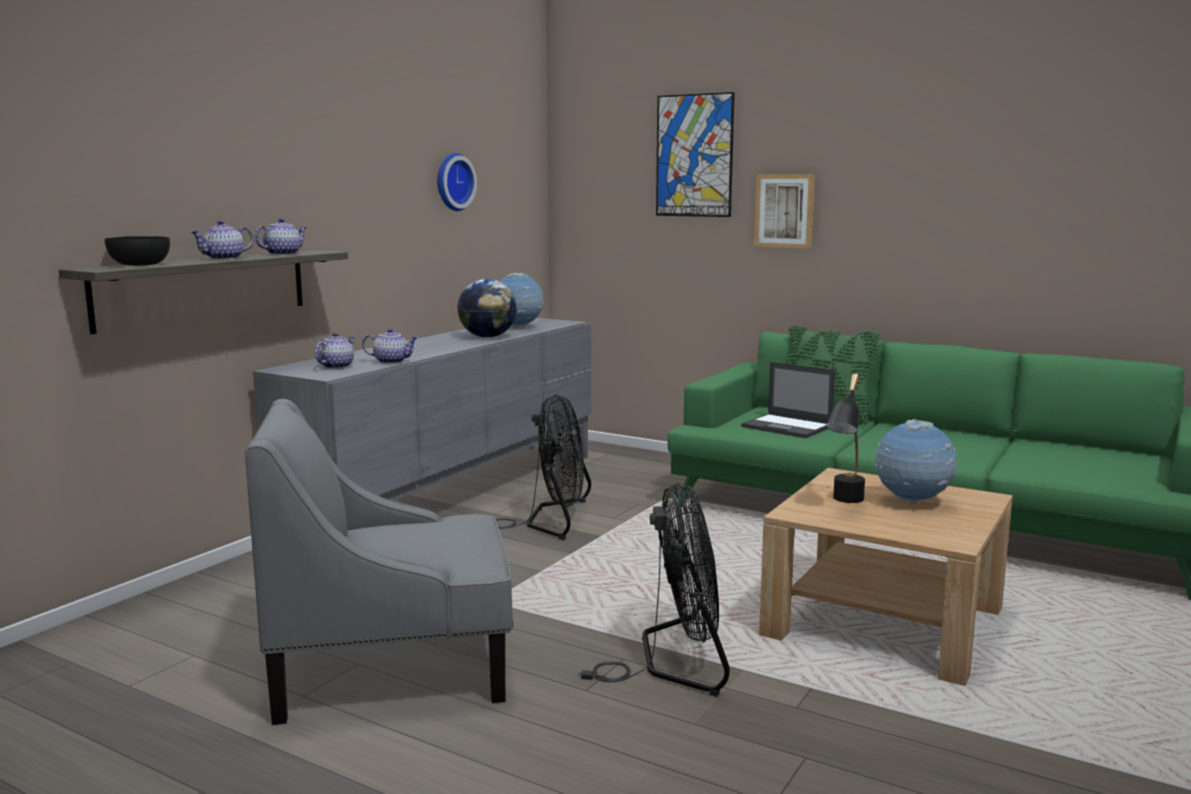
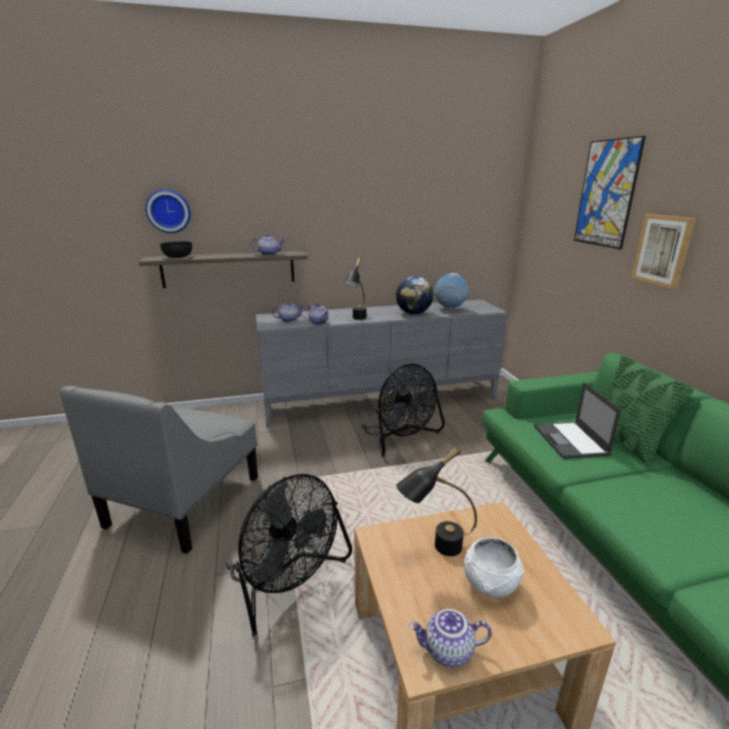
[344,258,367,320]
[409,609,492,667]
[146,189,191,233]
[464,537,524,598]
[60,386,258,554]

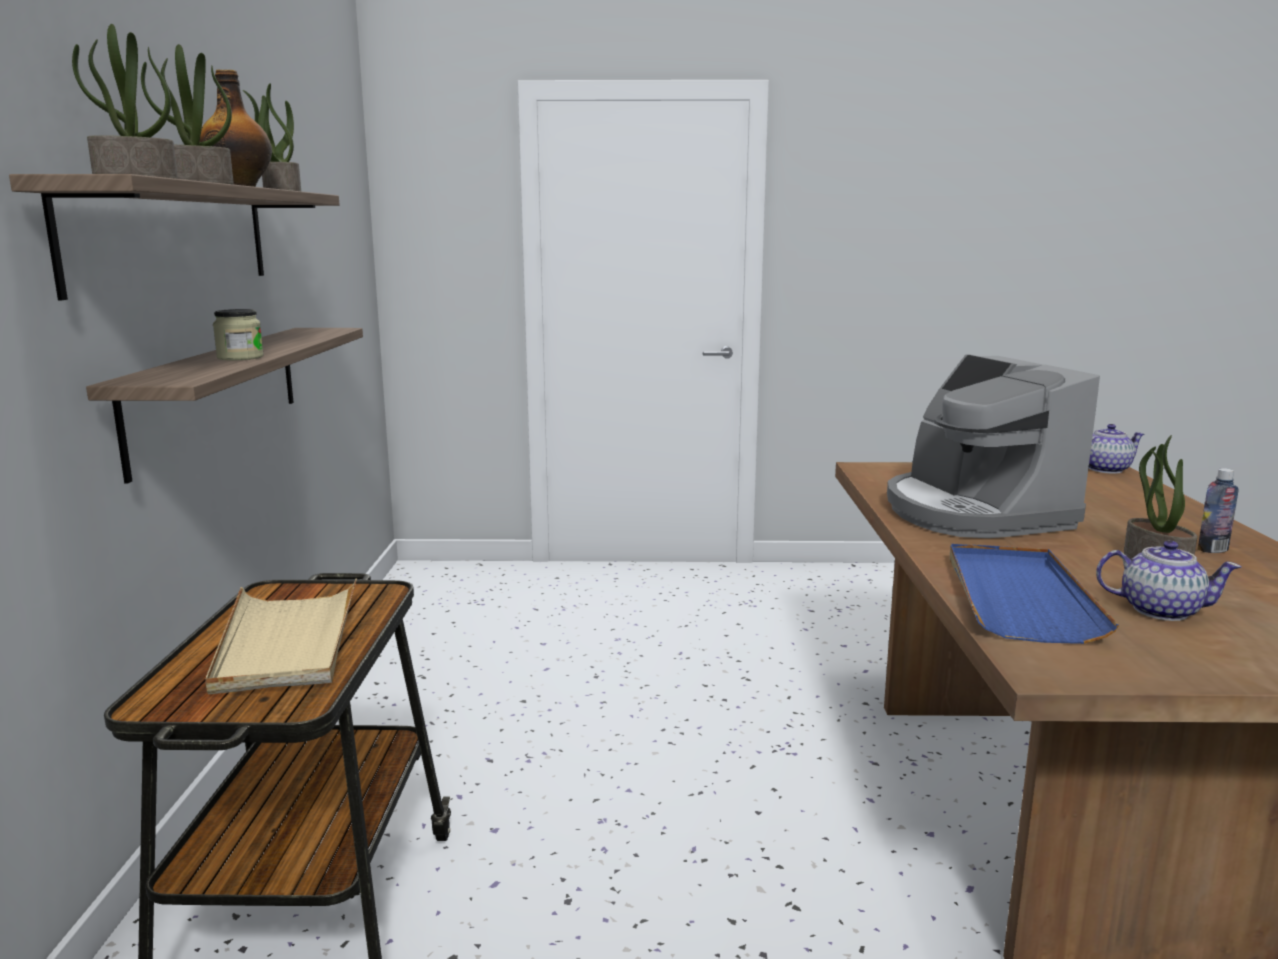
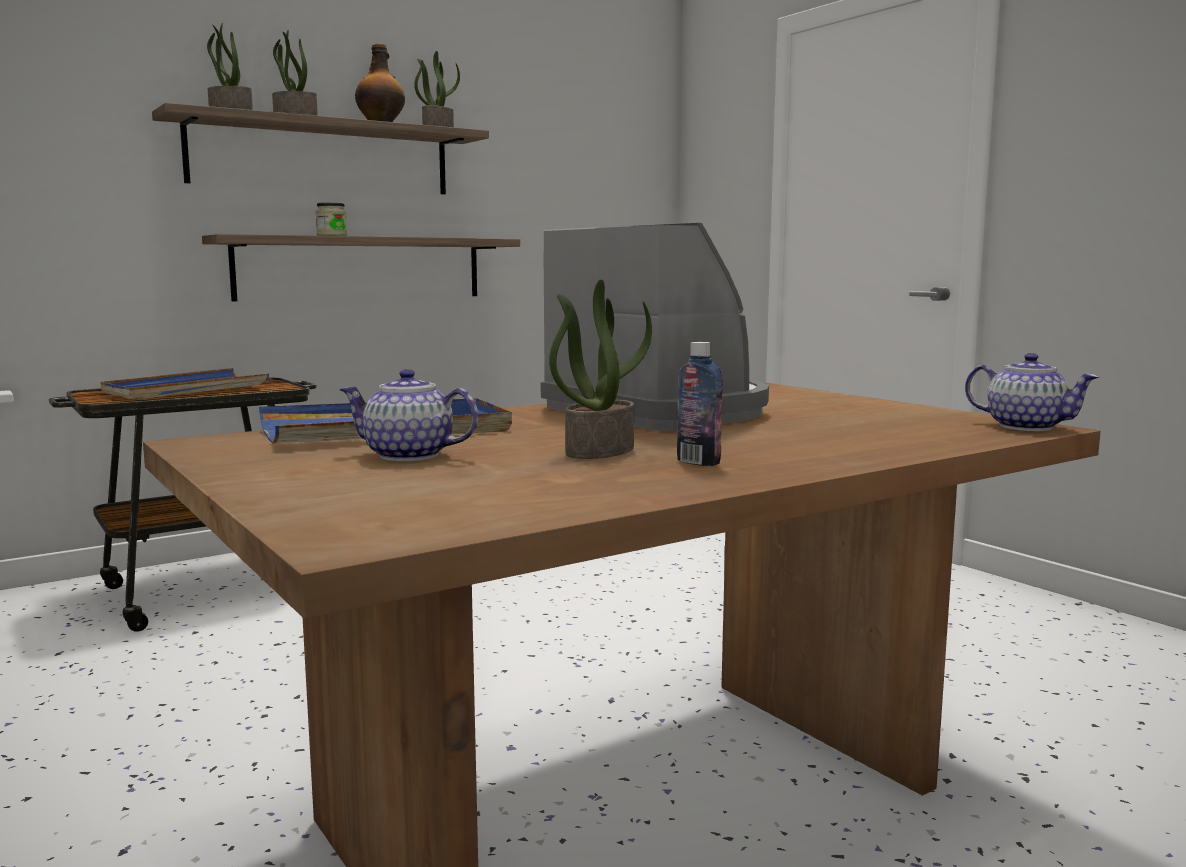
[100,368,269,400]
[541,223,769,431]
[339,369,478,461]

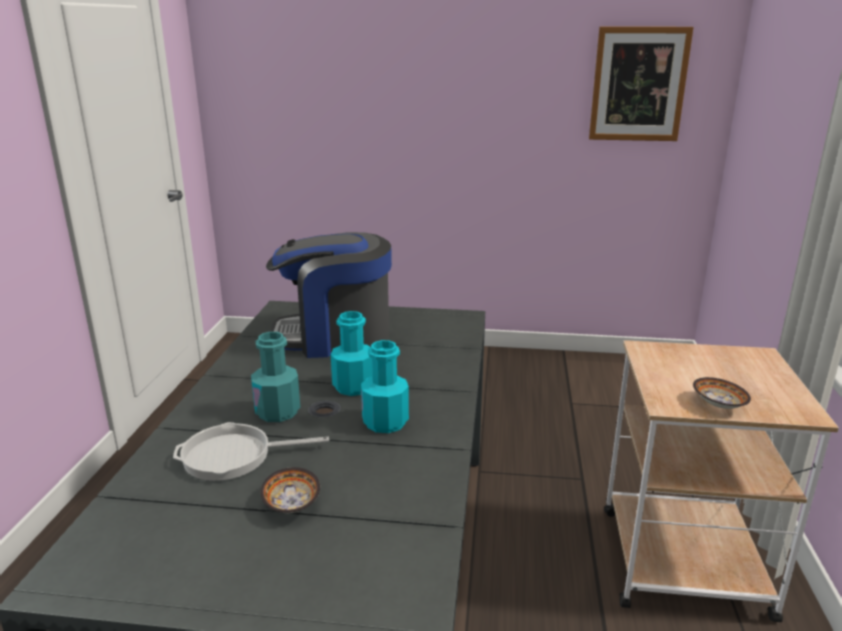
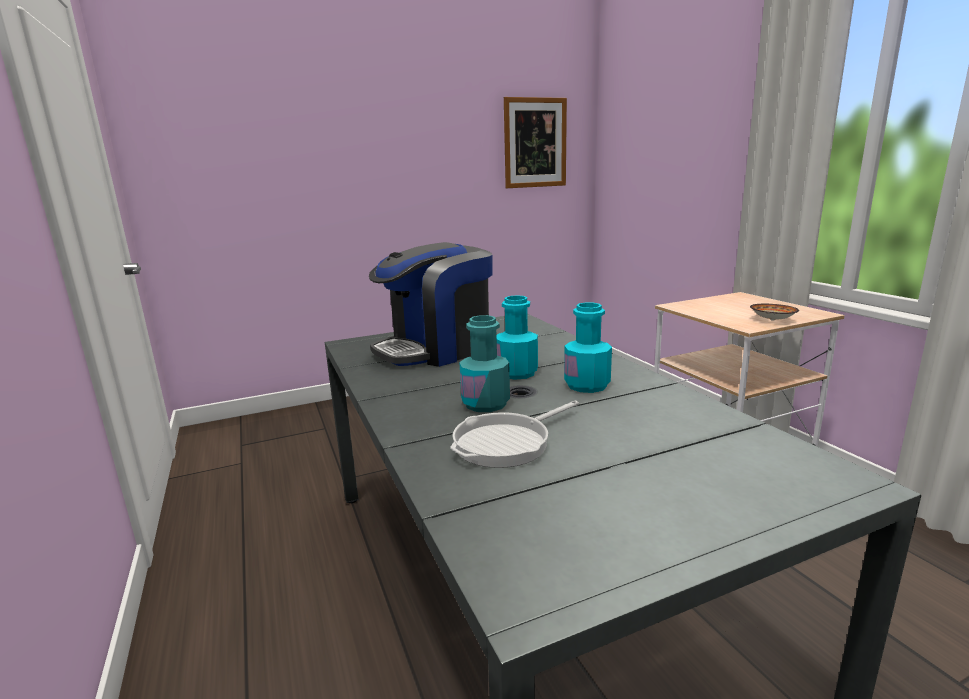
[261,467,320,513] (first image)

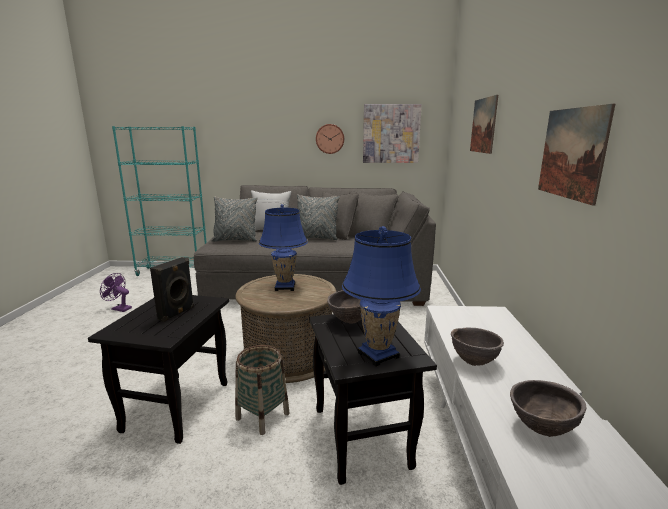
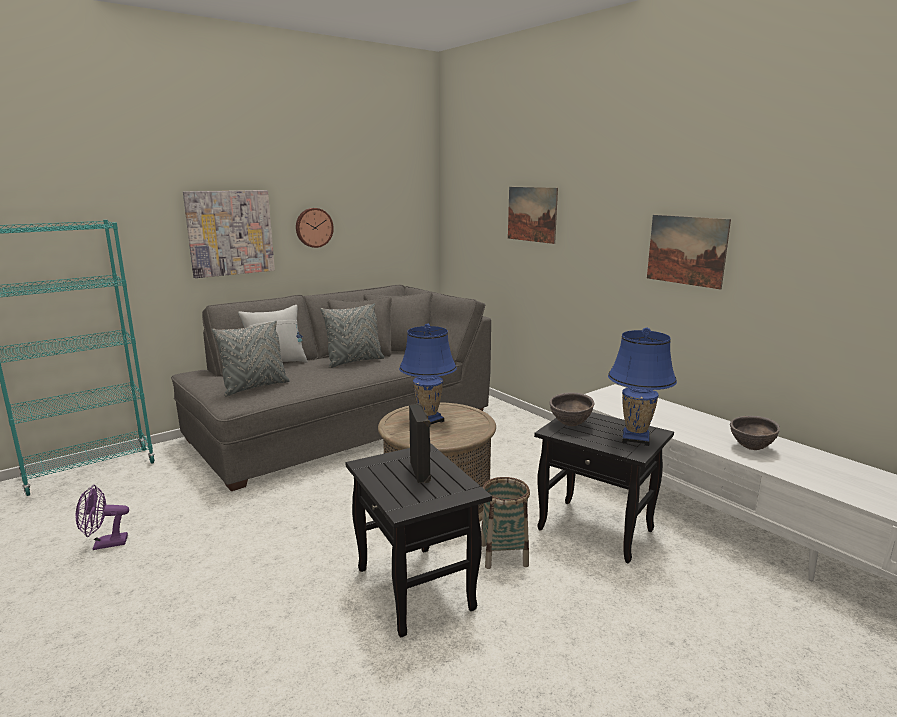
[451,328,504,366] (first image)
[183,190,275,278]

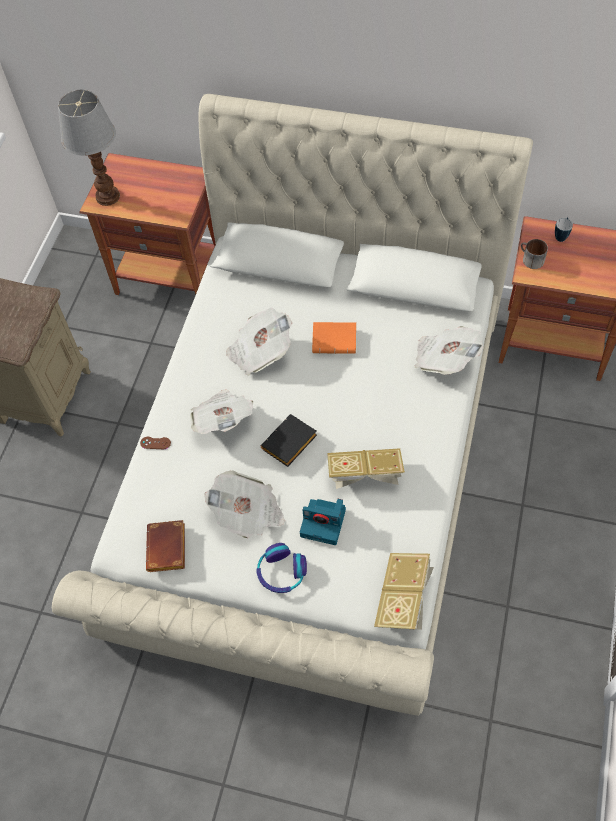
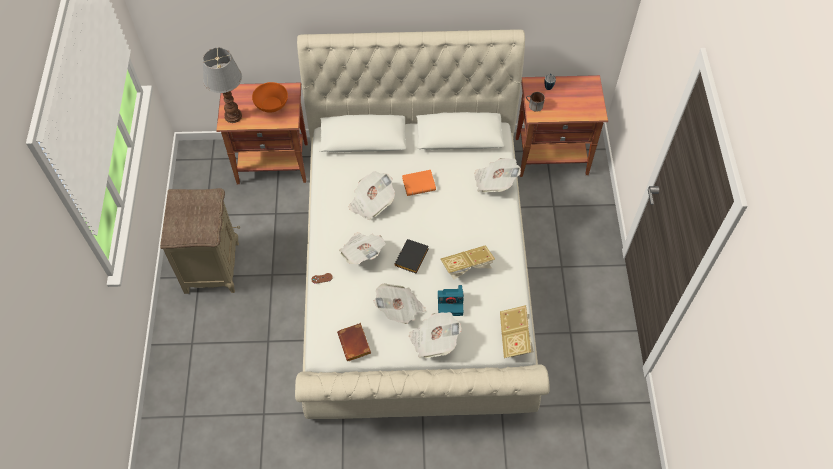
[252,82,288,113]
[409,312,462,358]

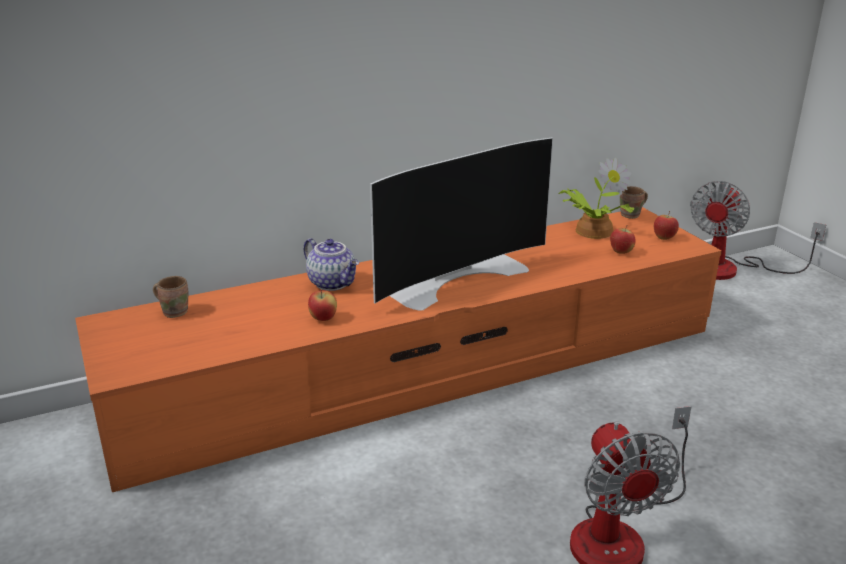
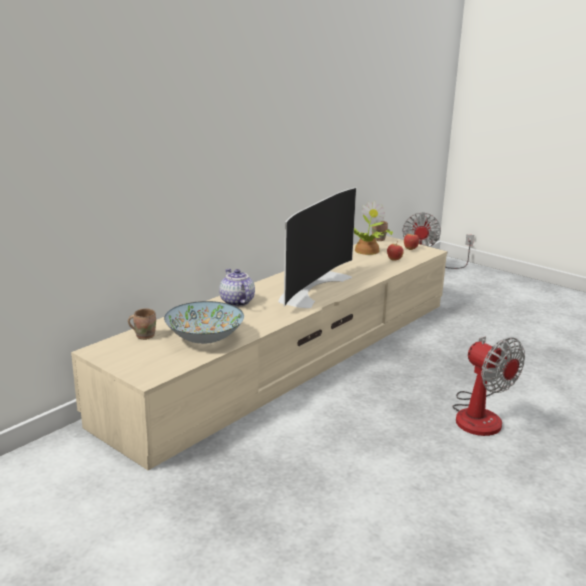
[308,290,337,321] (first image)
[164,301,244,344]
[71,236,447,470]
[219,269,255,307]

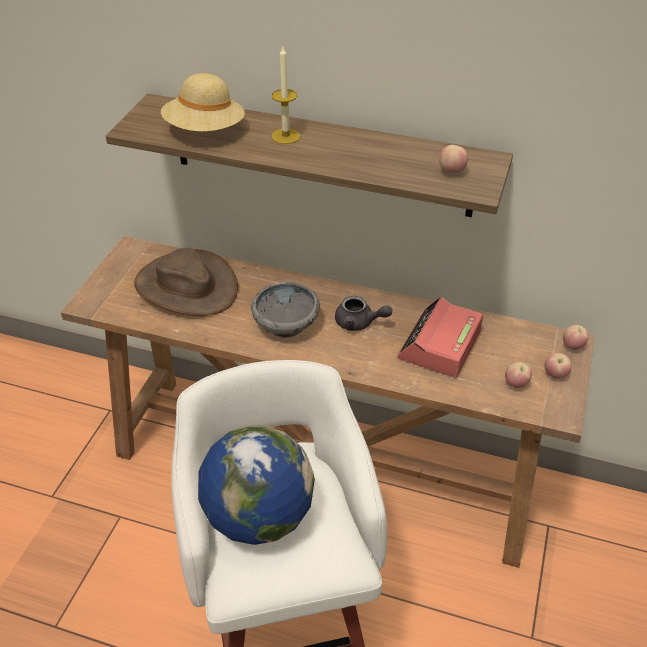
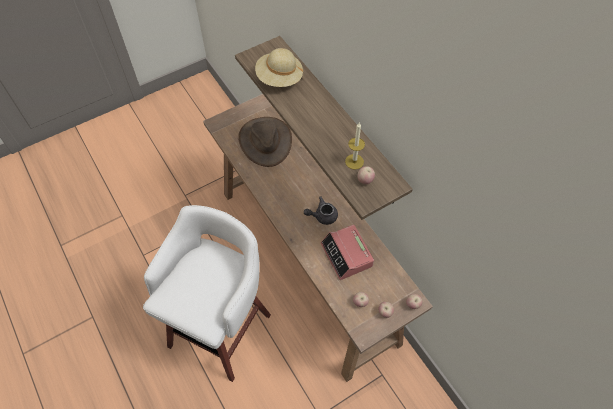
[198,426,315,545] (first image)
[251,282,320,338] (first image)
[345,123,365,170]
[304,196,338,225]
[321,225,374,280]

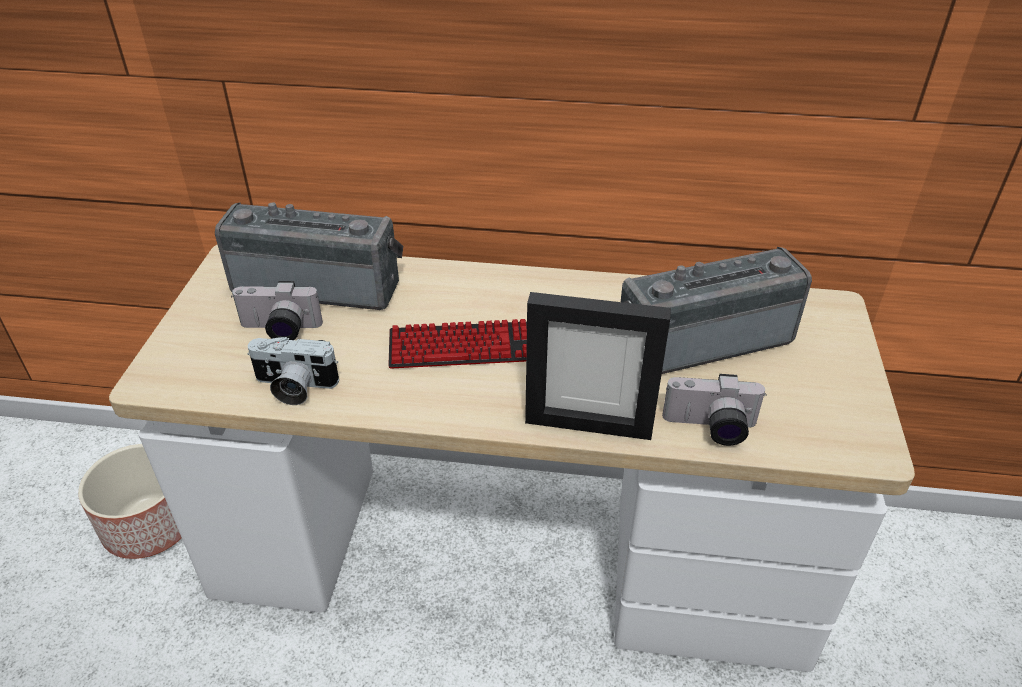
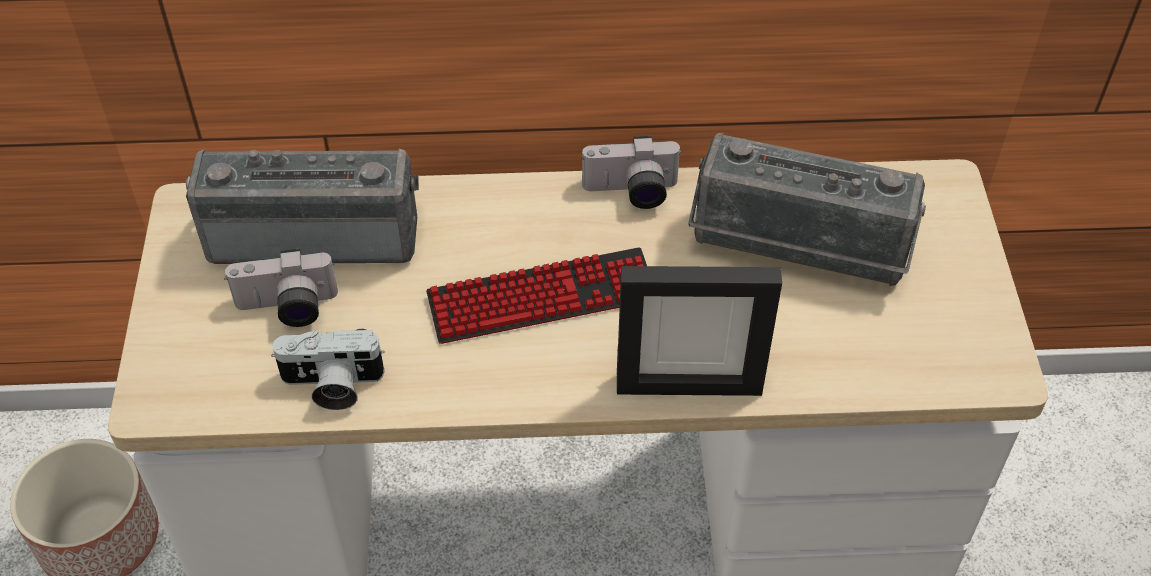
[581,136,682,209]
[688,133,926,286]

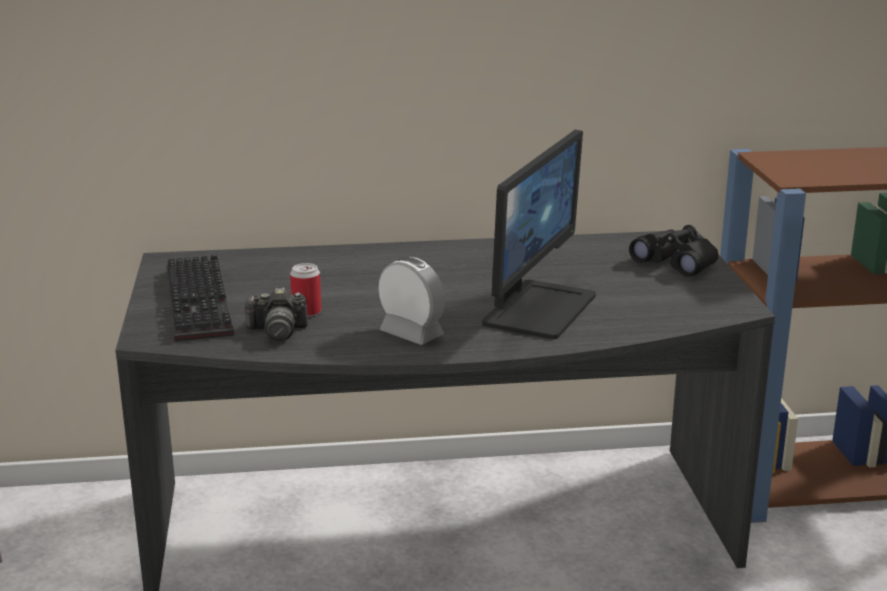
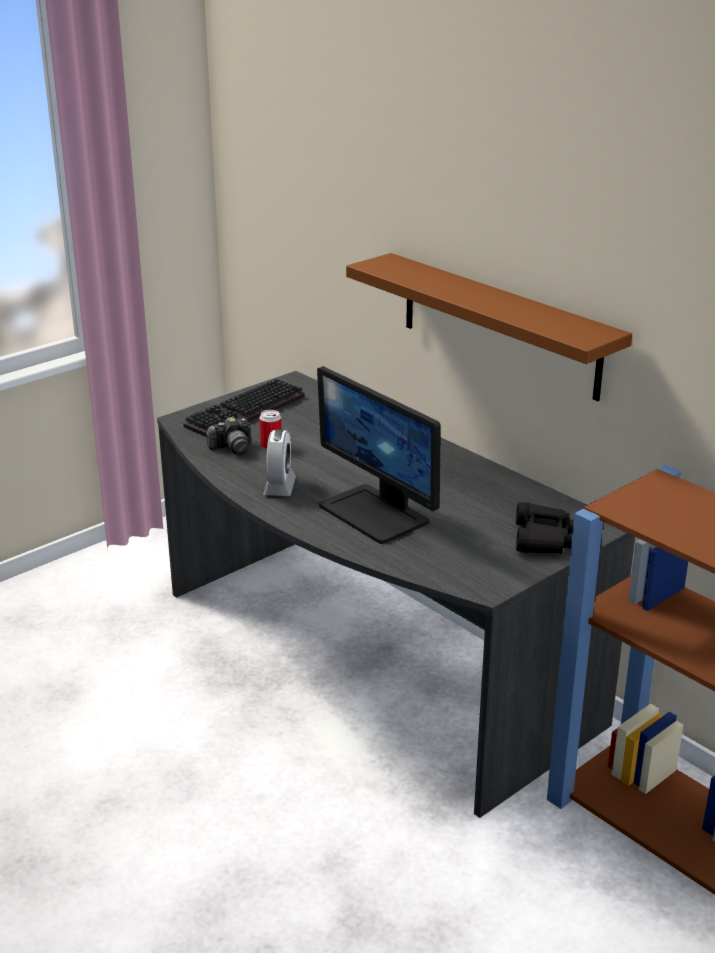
[346,253,632,401]
[206,416,251,455]
[317,366,441,544]

